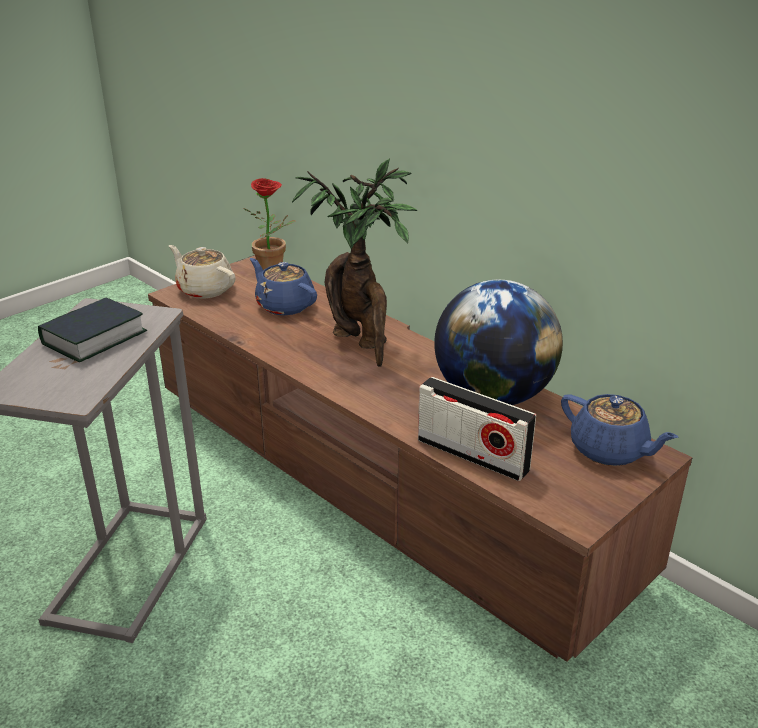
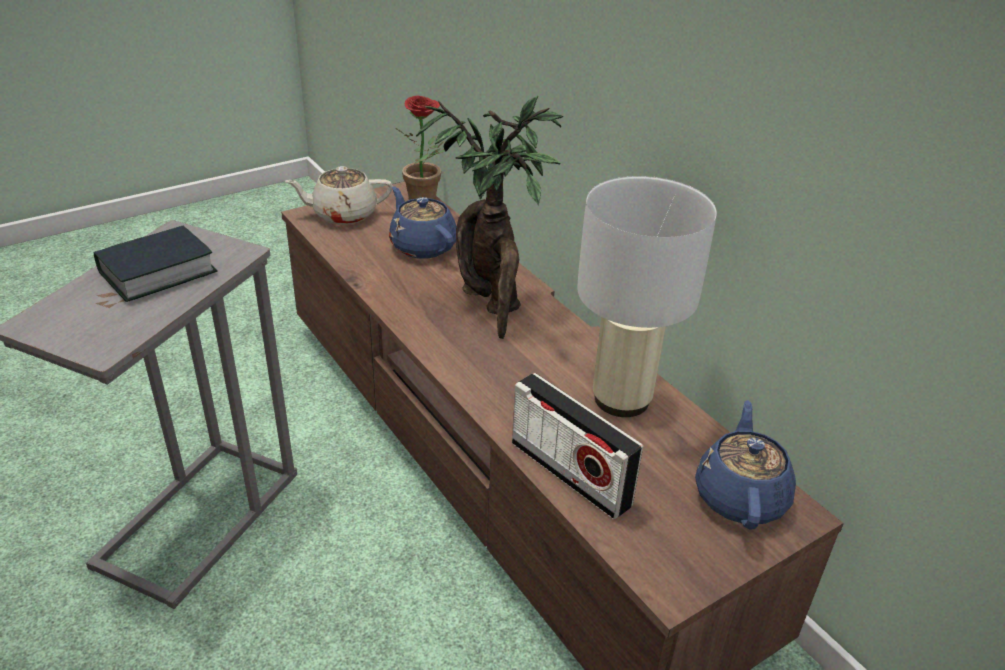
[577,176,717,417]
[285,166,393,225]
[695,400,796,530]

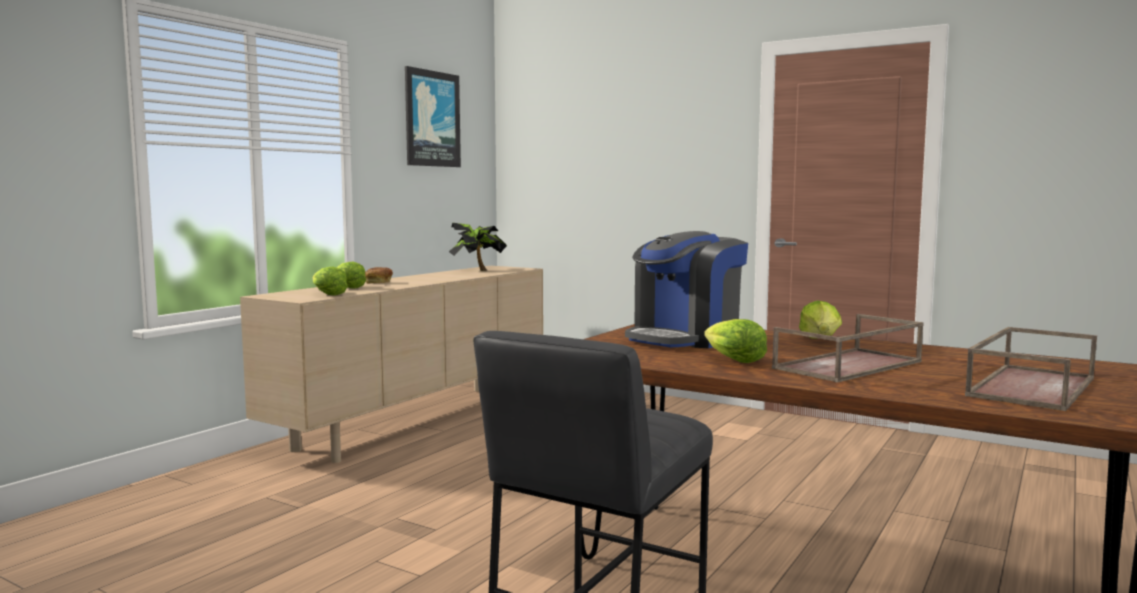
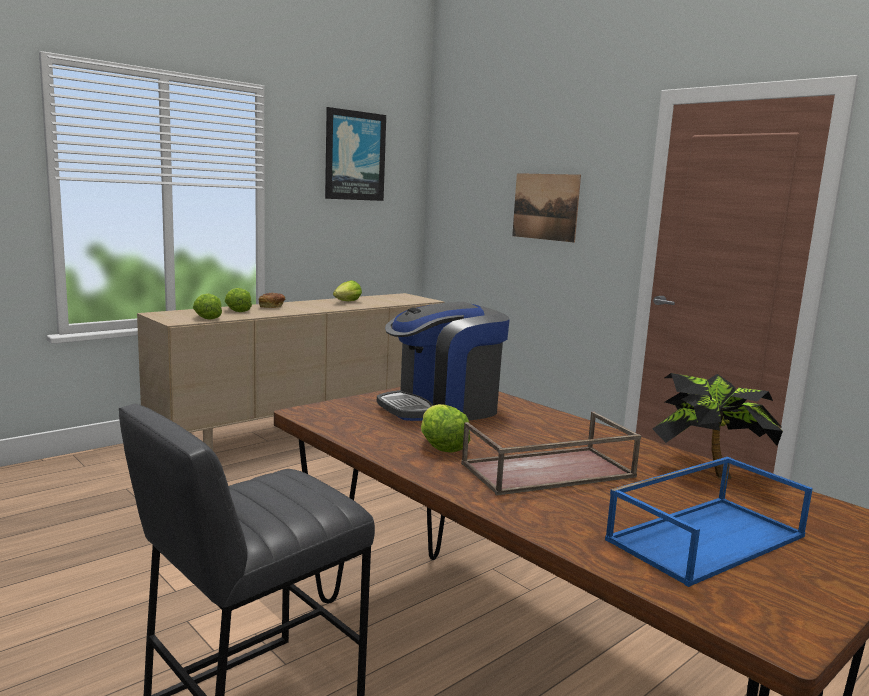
[512,173,581,243]
[653,373,783,479]
[333,280,362,301]
[605,457,813,587]

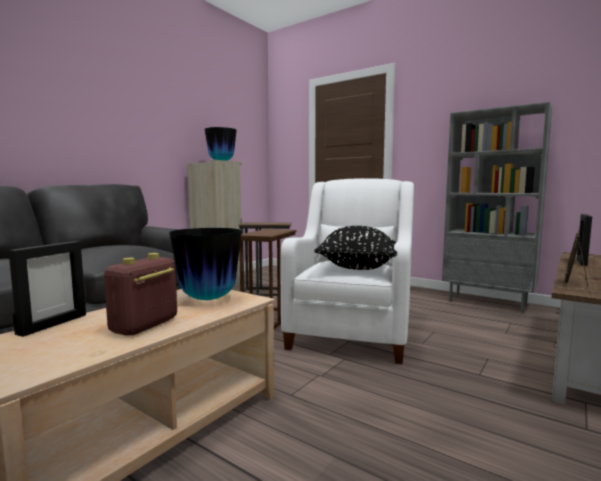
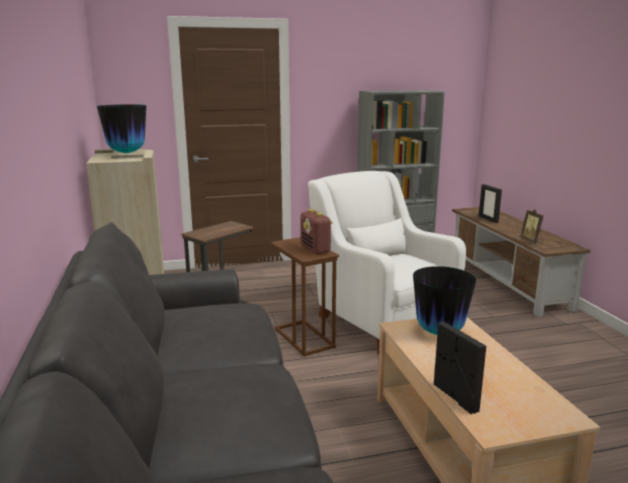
[314,226,397,270] (first image)
[301,209,333,254]

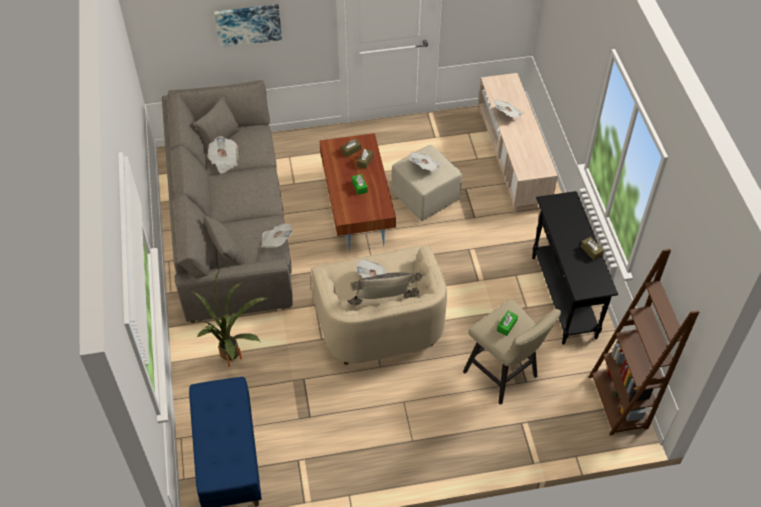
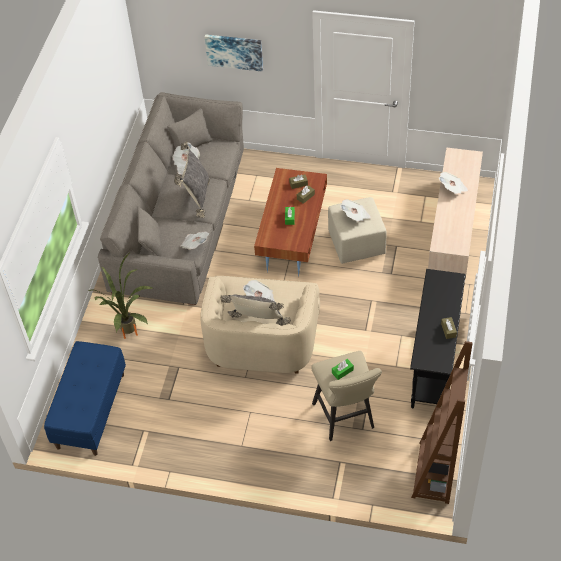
[174,141,210,218]

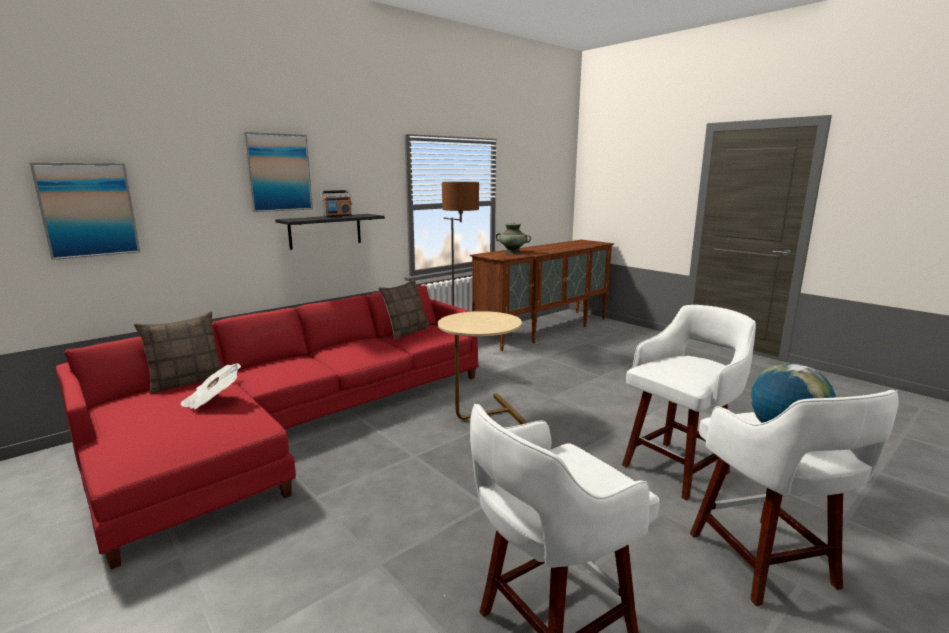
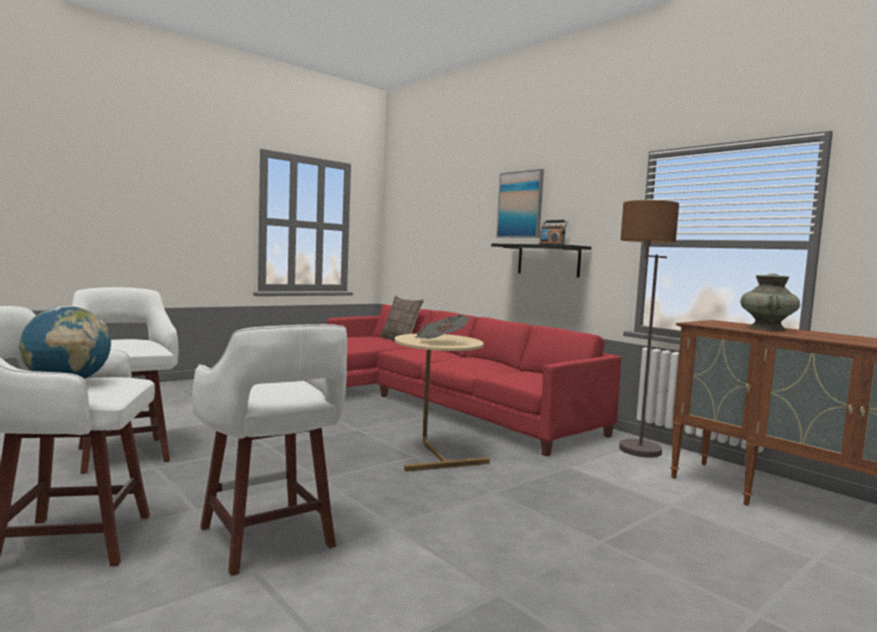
[30,163,140,260] (first image)
[378,279,430,340] (first image)
[415,315,470,339]

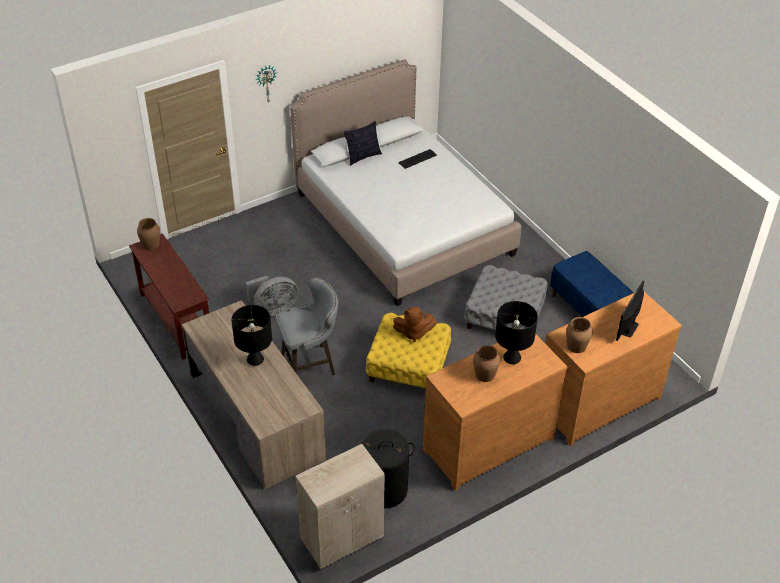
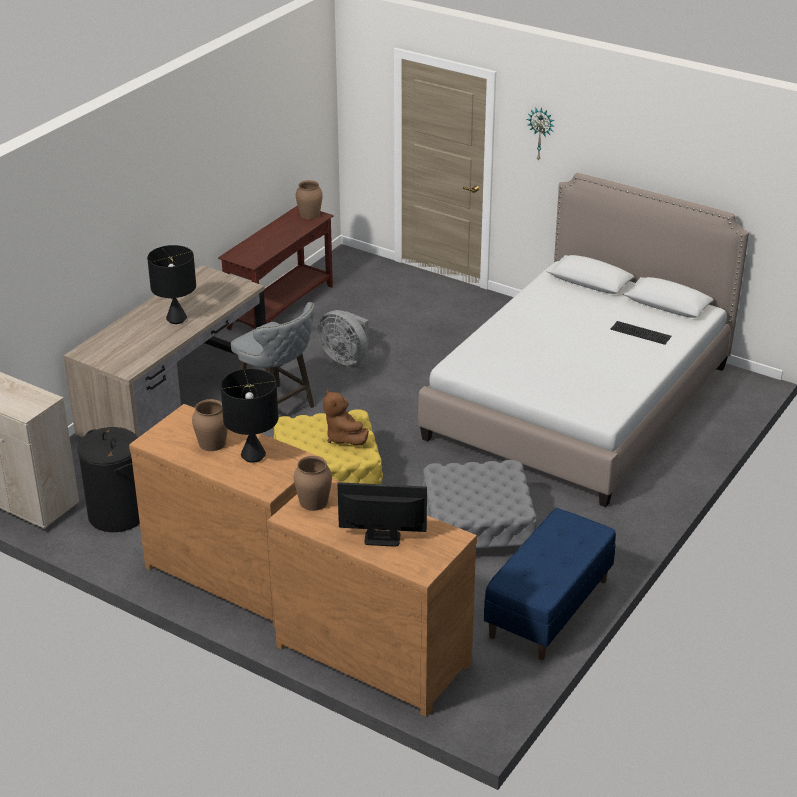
[344,121,382,166] (first image)

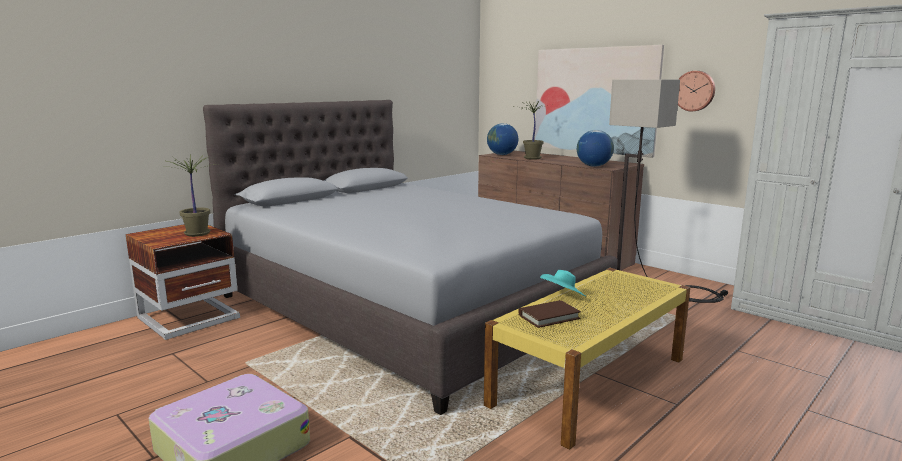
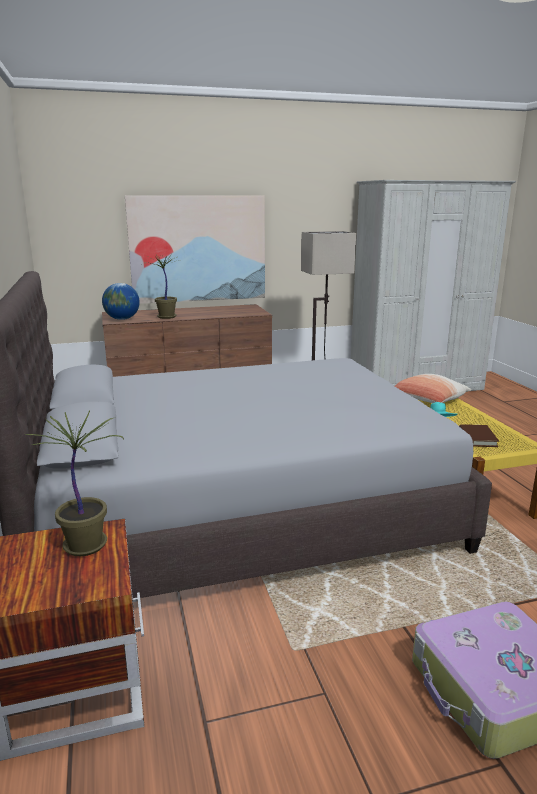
[577,130,614,167] (first image)
[678,71,715,111] (first image)
[395,374,472,403]

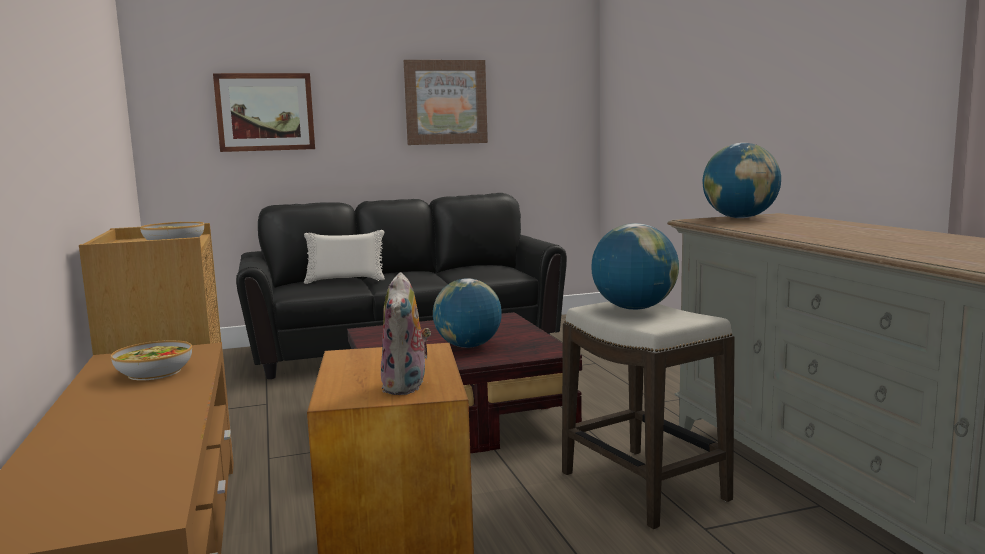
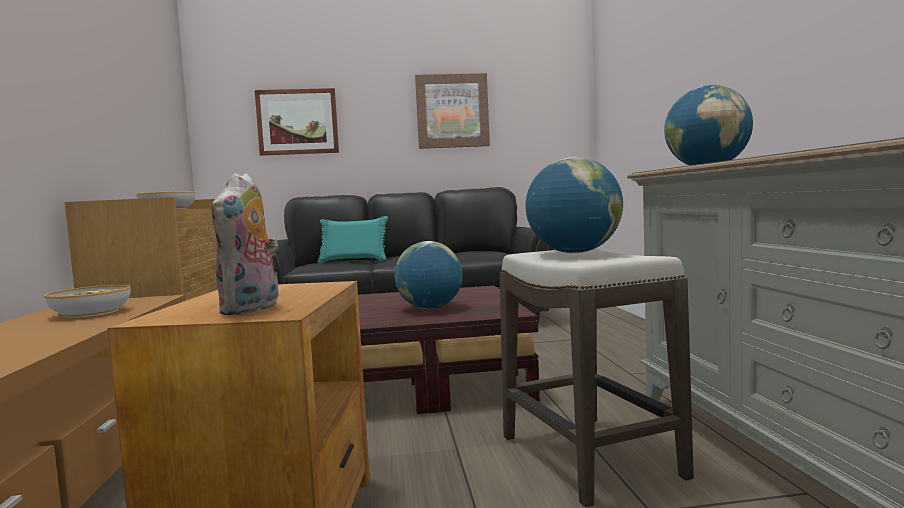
[318,216,388,263]

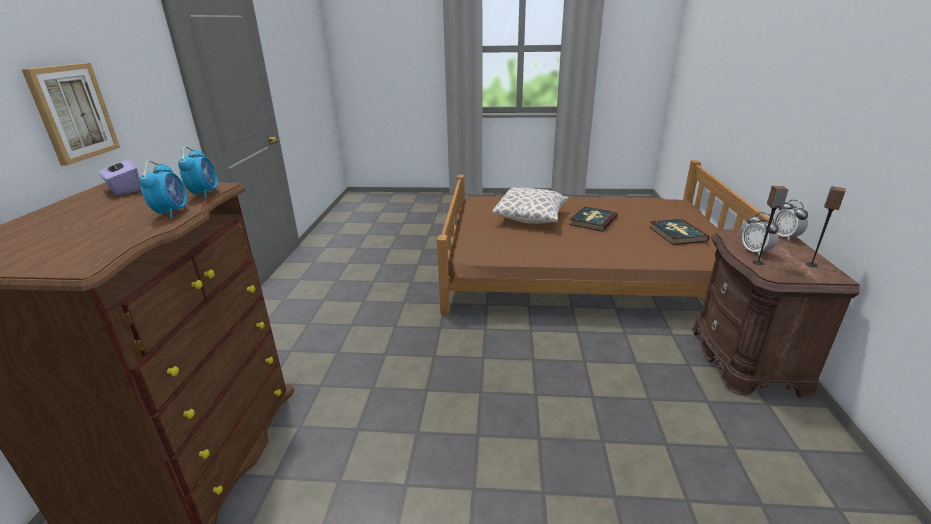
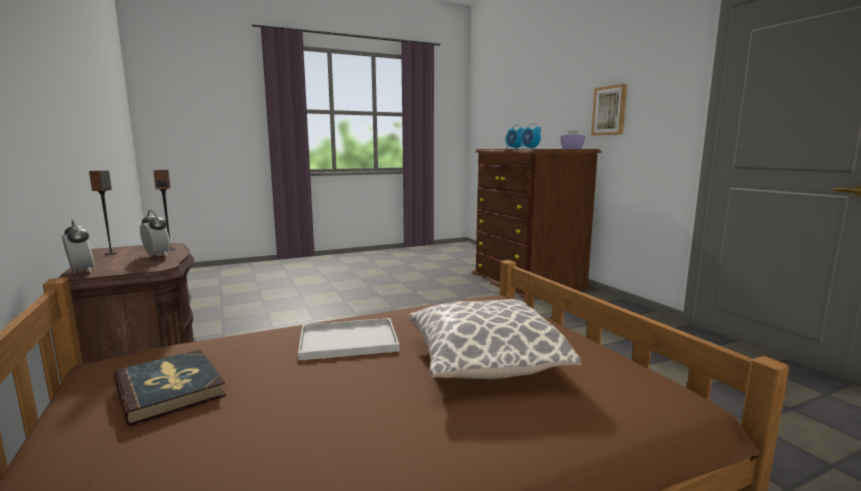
[569,206,617,232] (first image)
[298,318,399,361]

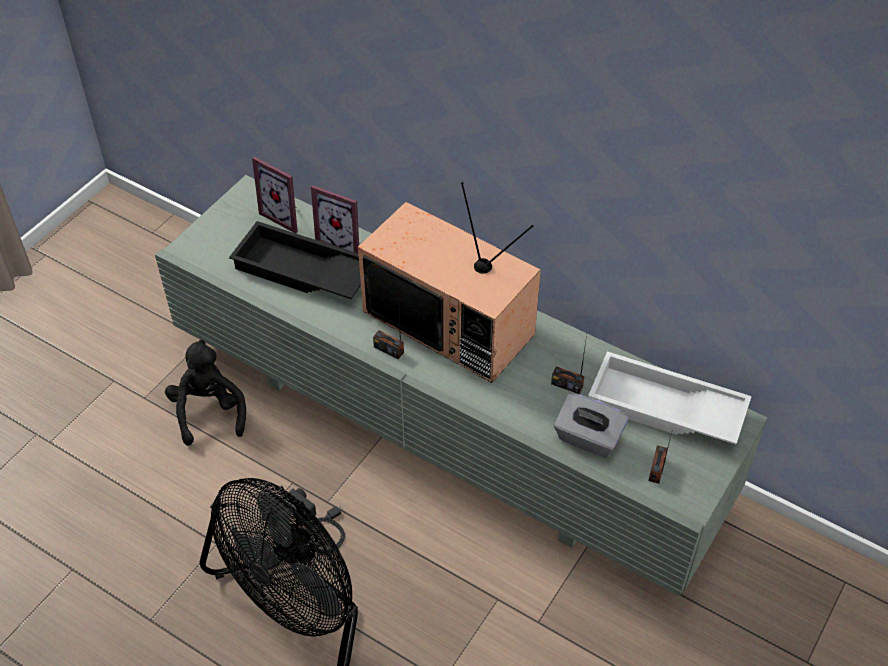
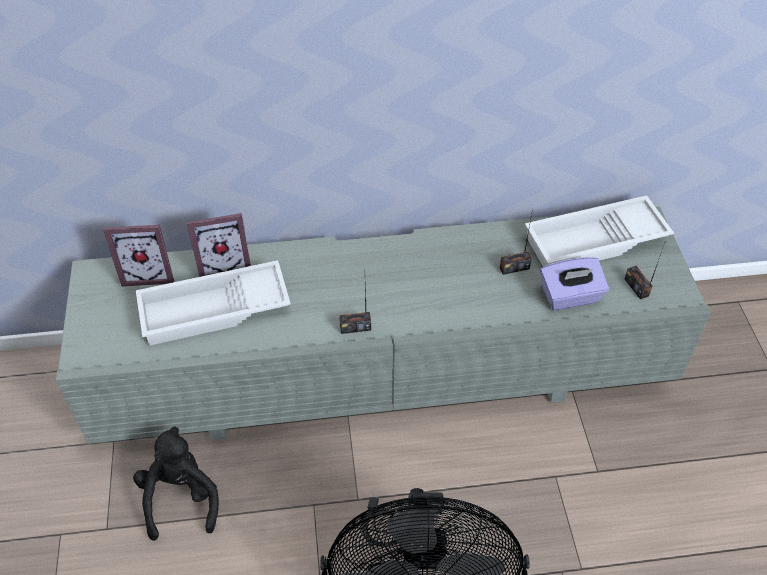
[358,182,541,383] (first image)
[136,260,291,346]
[540,257,609,310]
[133,426,219,541]

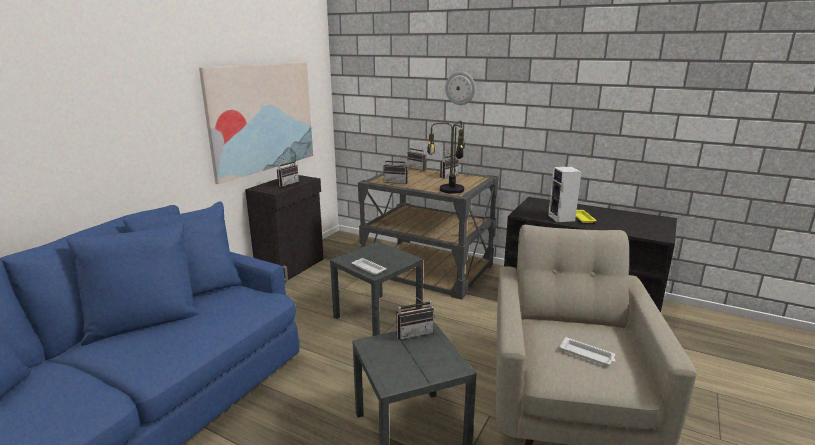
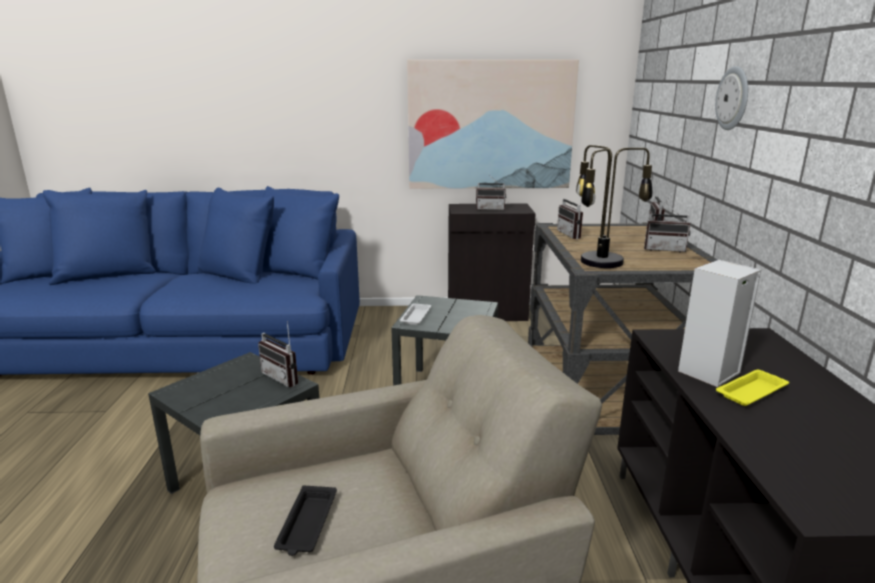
[274,485,337,556]

